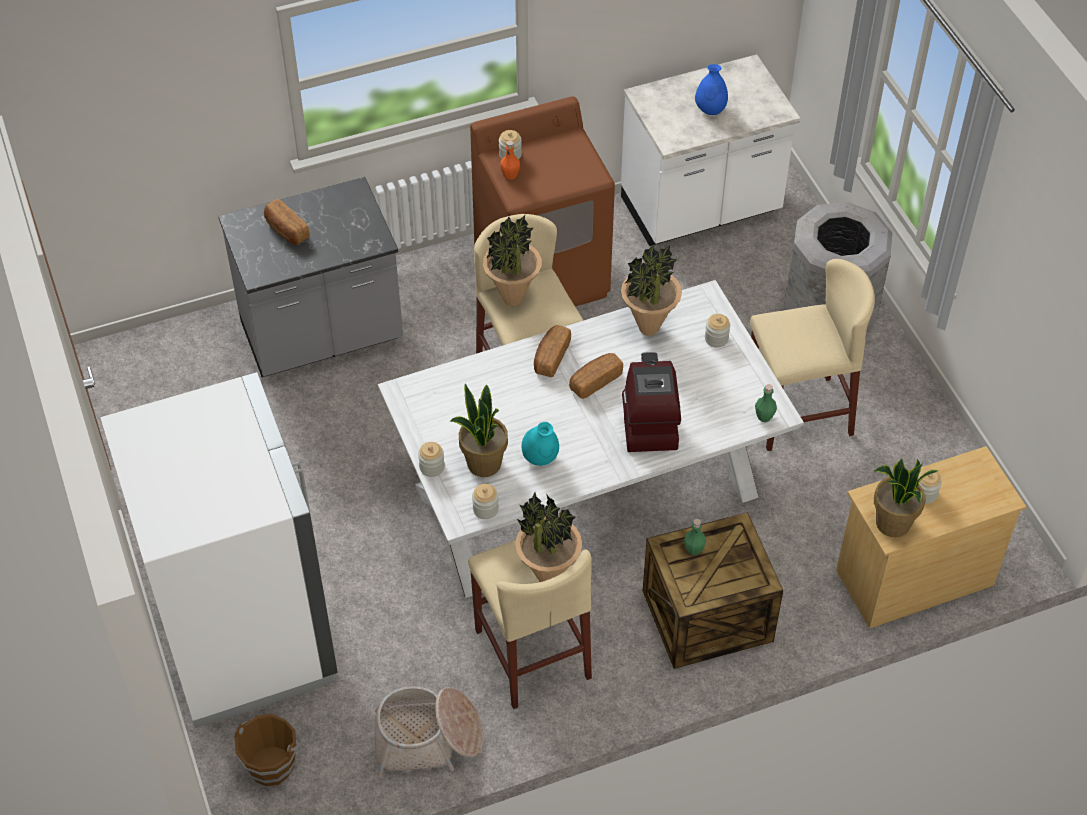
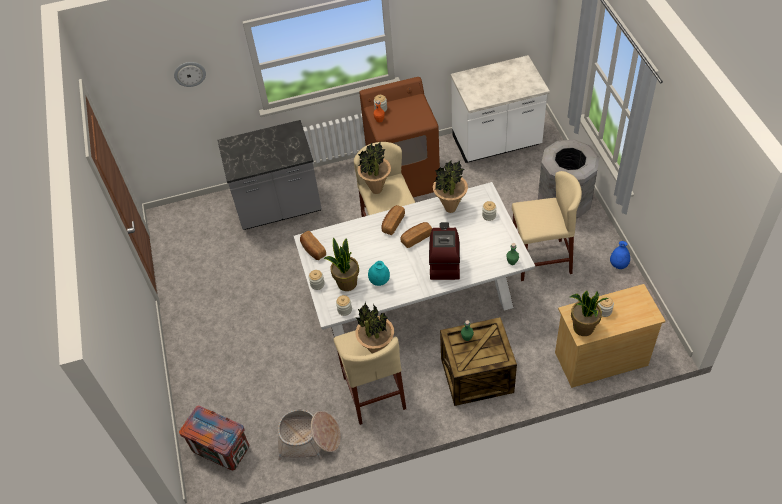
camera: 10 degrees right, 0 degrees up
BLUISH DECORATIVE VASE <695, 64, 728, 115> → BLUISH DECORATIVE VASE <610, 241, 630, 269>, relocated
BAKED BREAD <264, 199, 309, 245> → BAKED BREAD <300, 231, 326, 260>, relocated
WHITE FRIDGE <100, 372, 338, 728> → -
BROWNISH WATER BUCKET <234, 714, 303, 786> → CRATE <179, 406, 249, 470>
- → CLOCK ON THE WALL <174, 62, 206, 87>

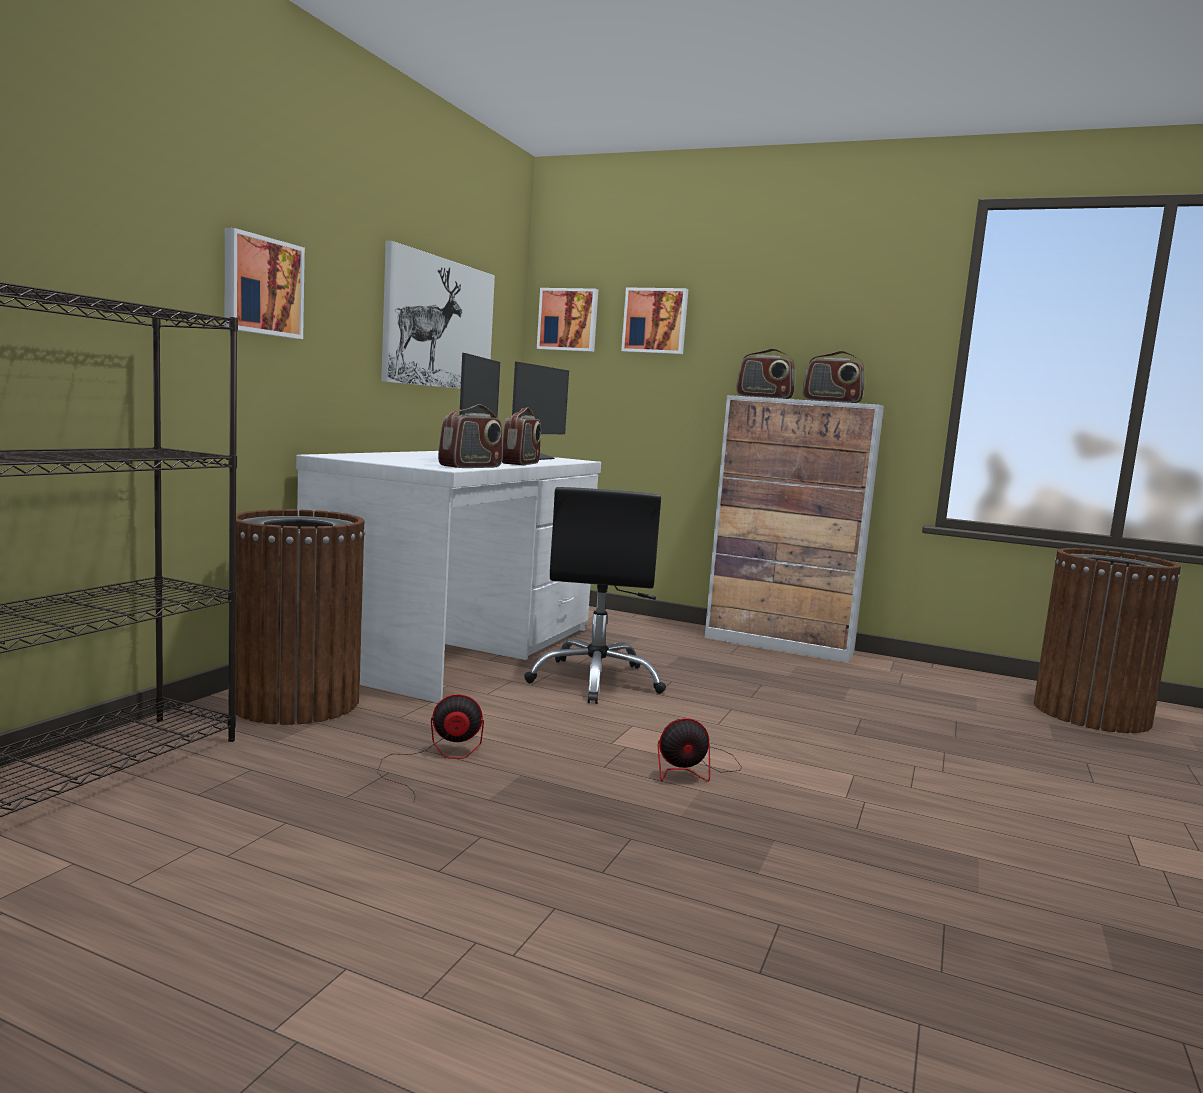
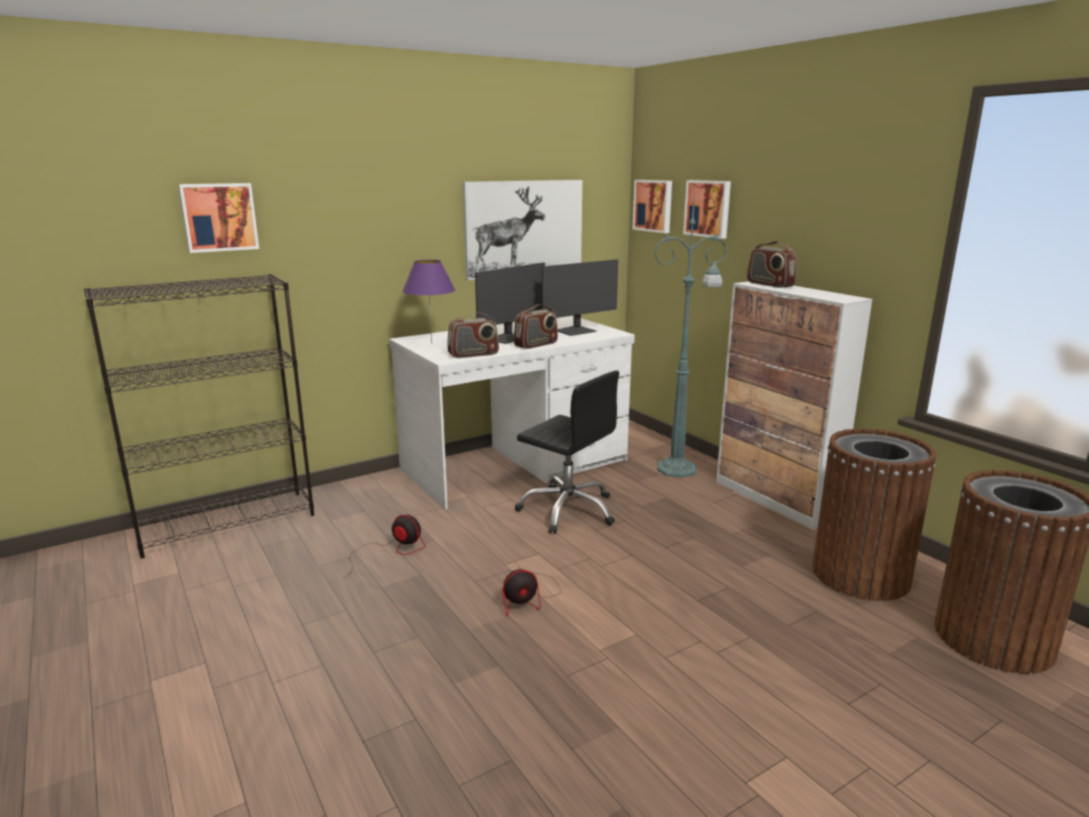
camera: 35 degrees right, 10 degrees up
WALL PICTURE <225, 228, 305, 339> → WALL PICTURE <178, 183, 259, 253>, relocated
RADIO <803, 351, 864, 403> → -
BLACKISH COMPUTER CHAIR <524, 487, 666, 704> → BLACKISH COMPUTER CHAIR <515, 370, 619, 534>, 90 degrees counterclockwise
BROWNISH RUBBISH BIN <235, 509, 365, 725> → BROWNISH RUBBISH BIN <812, 428, 937, 601>, relocated
FAN <658, 718, 742, 782> → FAN <502, 565, 561, 616>, 45 degrees counterclockwise
- → GREENISH STANDING LAMP <654, 191, 727, 477>
- → PURPLISH LAMP FOR A TABLE <402, 260, 455, 344>

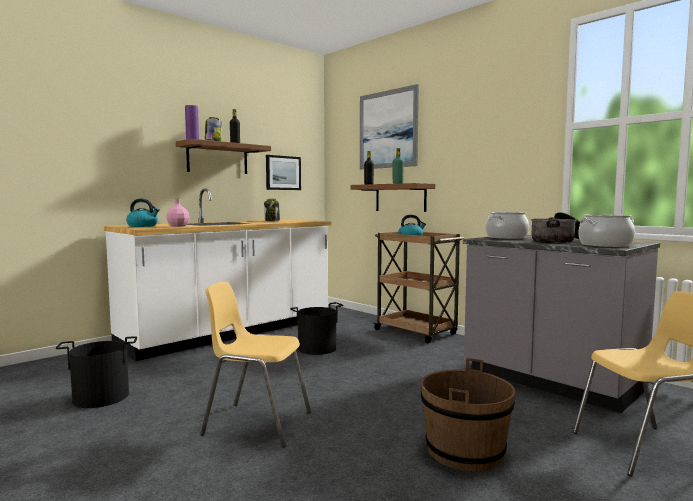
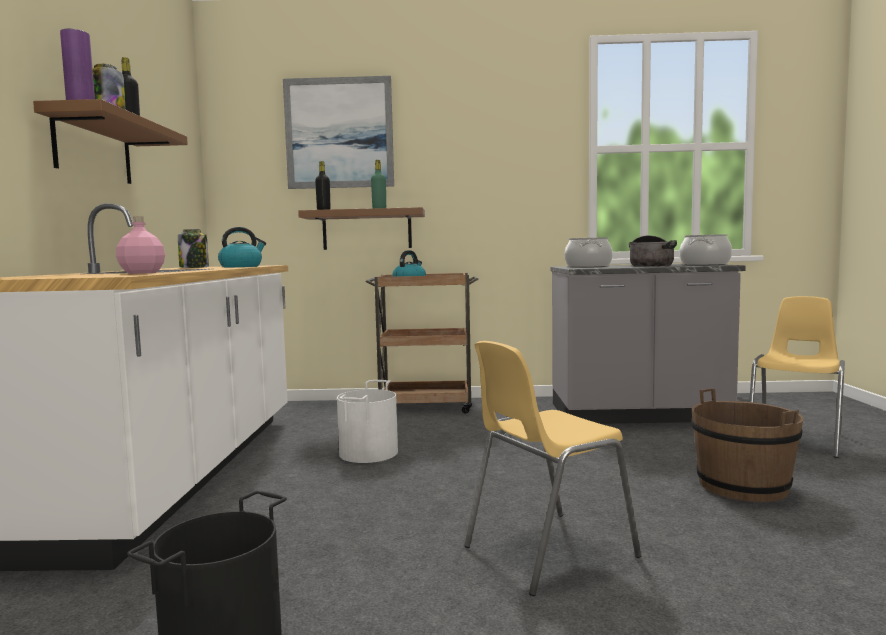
camera: 45 degrees left, 0 degrees up
WALL PICTURE <266, 155, 301, 190> → -
KETTLE <126, 199, 160, 227> → KETTLE <218, 227, 266, 268>, relocated
BLACKISH WATER BUCKET <290, 302, 343, 355> → WHITE WATER BUCKET <337, 380, 398, 463>

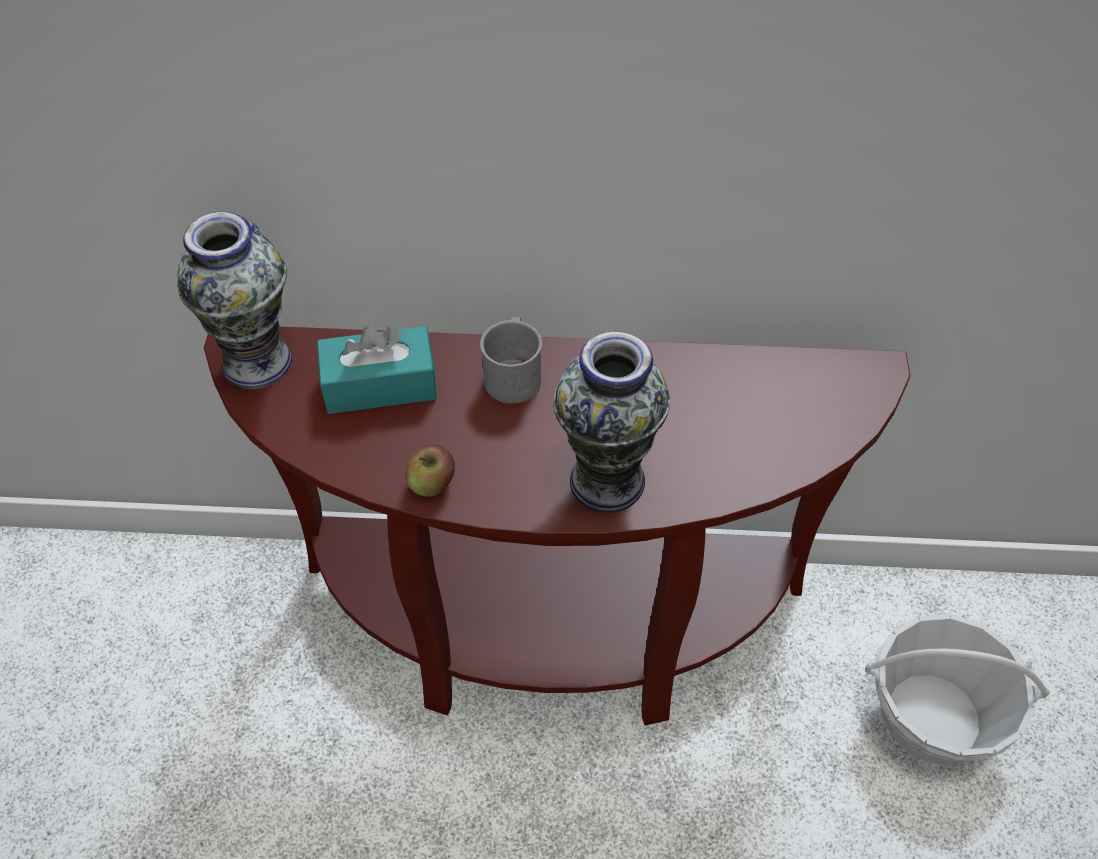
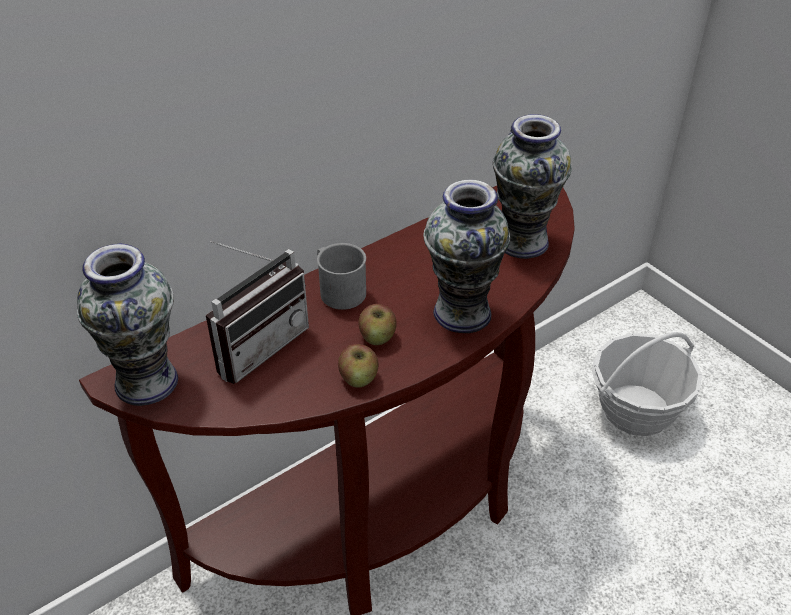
camera: 40 degrees left, 10 degrees down
TURQUOISE-COLOURED BOX OF TISSUES <317, 325, 437, 414> → RADIO <206, 241, 309, 384>
- → DECORATIVE VASE <493, 114, 572, 259>
- → APPLE <358, 304, 397, 345>

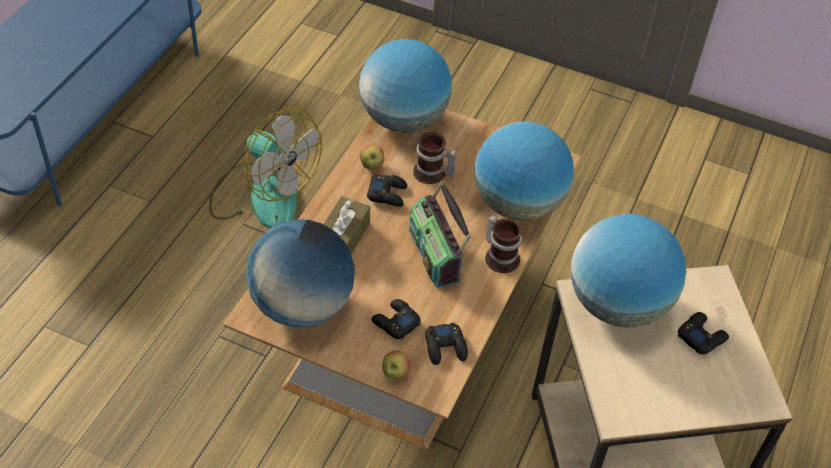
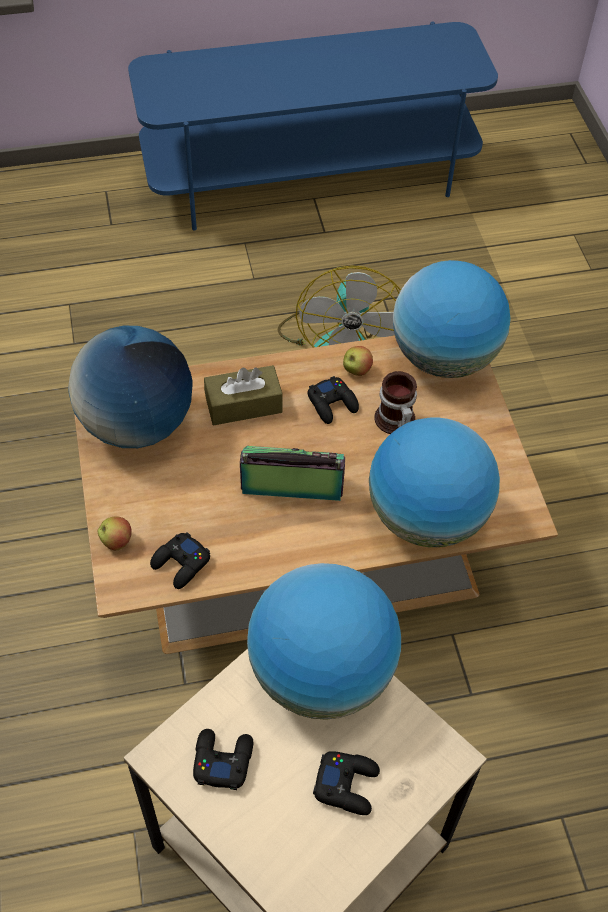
camera: 55 degrees right, 5 degrees up
RADIO <409, 181, 471, 288> → RADIO <240, 446, 345, 501>, 60 degrees clockwise
COFFEE MUG <485, 215, 522, 273> → -
BLACKISH JOYPAD <371, 299, 421, 339> → BLACKISH JOYPAD <193, 729, 253, 790>, relocated

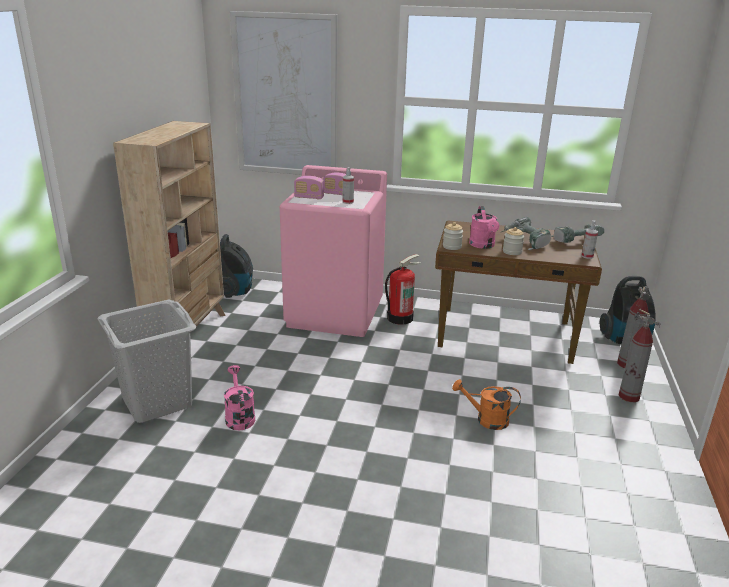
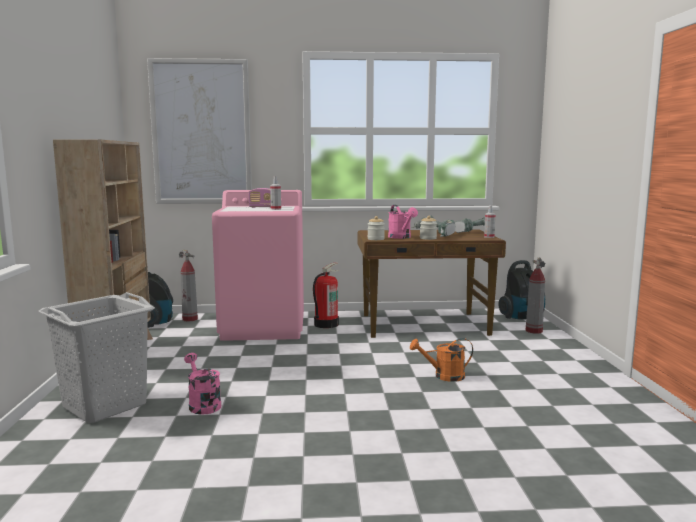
camera: 15 degrees left, 15 degrees down
RADIO <294, 176, 324, 199> → -
EXTINGUISHER <618, 309, 661, 402> → EXTINGUISHER <179, 249, 198, 322>, relocated

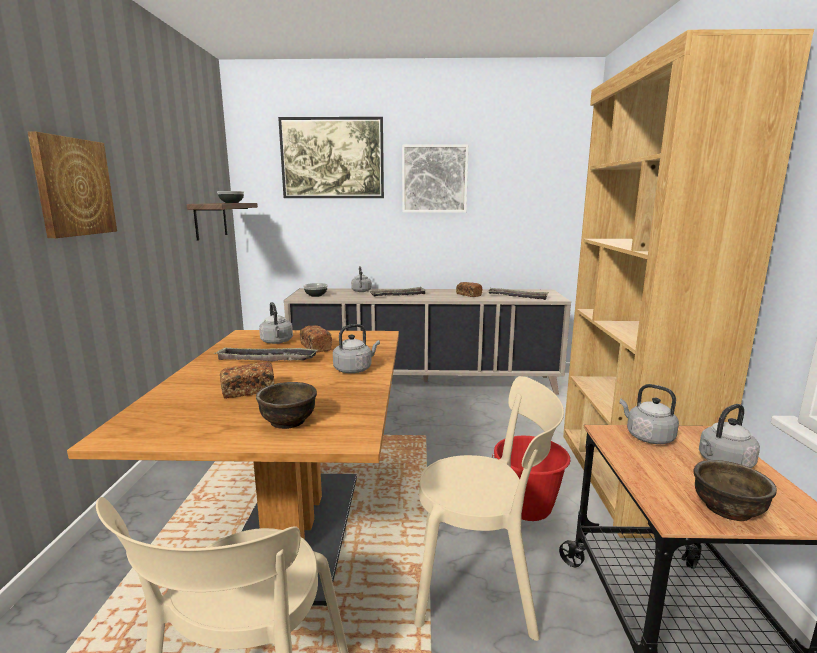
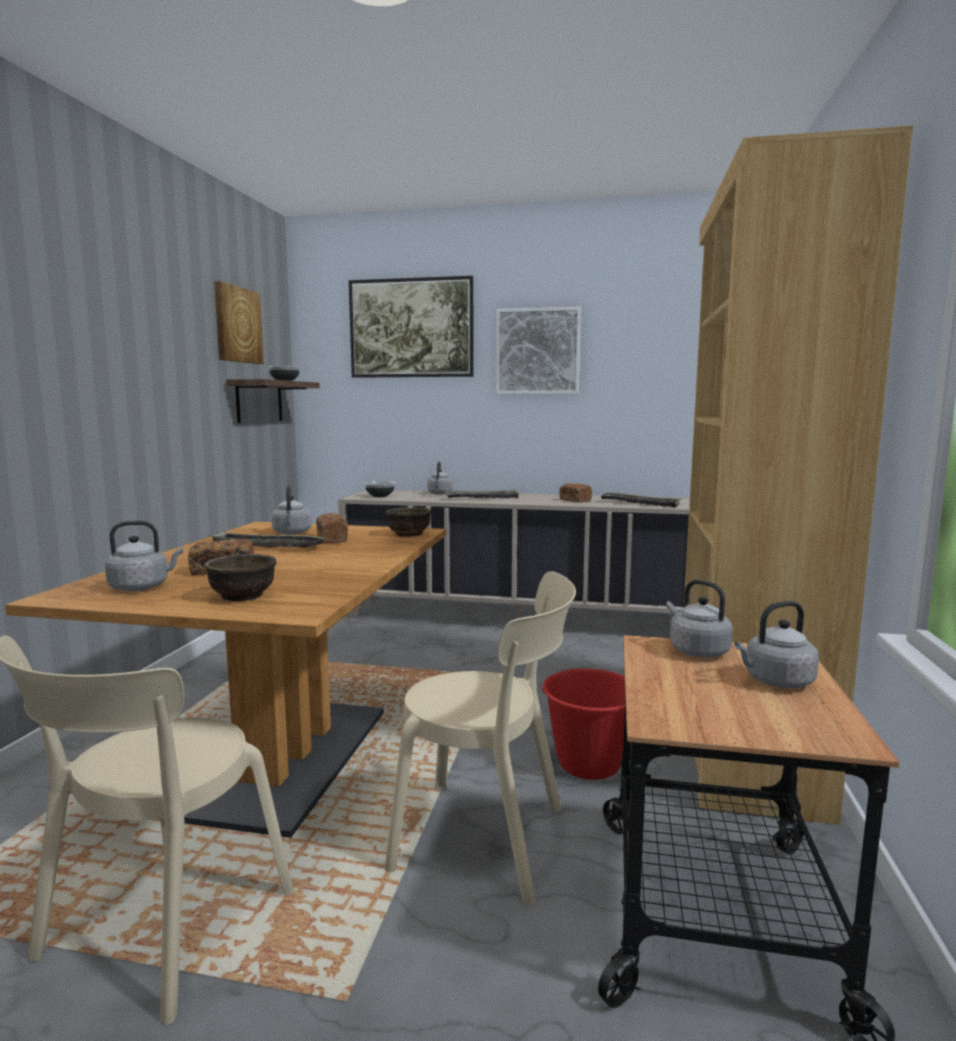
camera: 10 degrees right, 5 degrees down
WALL PICTURE <28, 132, 117, 238> → WALL PICTURE <214, 281, 264, 364>, relocated
GREYISH KETTLE <333, 324, 380, 373> → GREYISH KETTLE <105, 521, 183, 591>, relocated
BROWNISH SERVING BOWL <693, 460, 777, 521> → BROWNISH SERVING BOWL <385, 507, 431, 537>, relocated

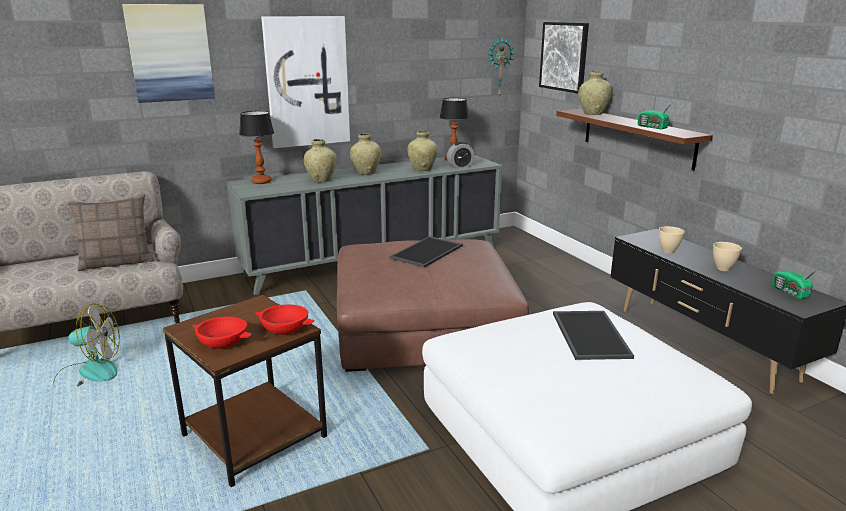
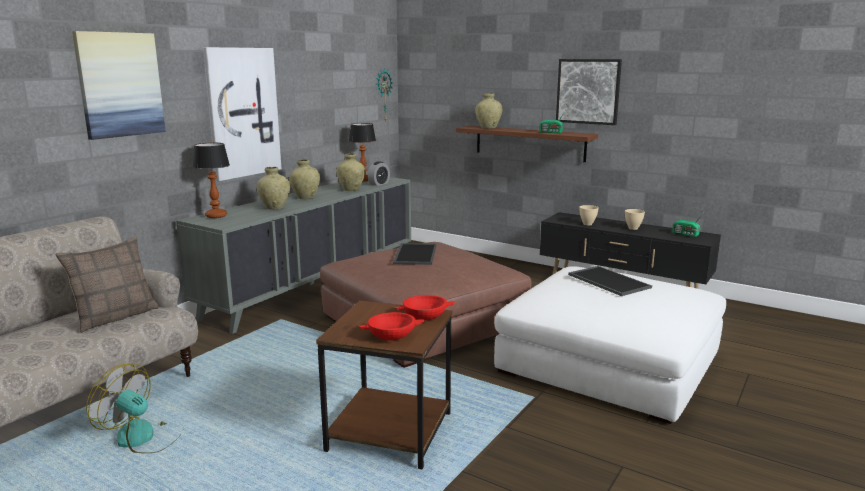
camera: 30 degrees left, 5 degrees down
WALL PICTURE <539, 22, 589, 94> → WALL PICTURE <556, 59, 622, 125>, relocated
FAN <54, 303, 120, 389> → FAN <86, 363, 184, 453>, 120 degrees counterclockwise

